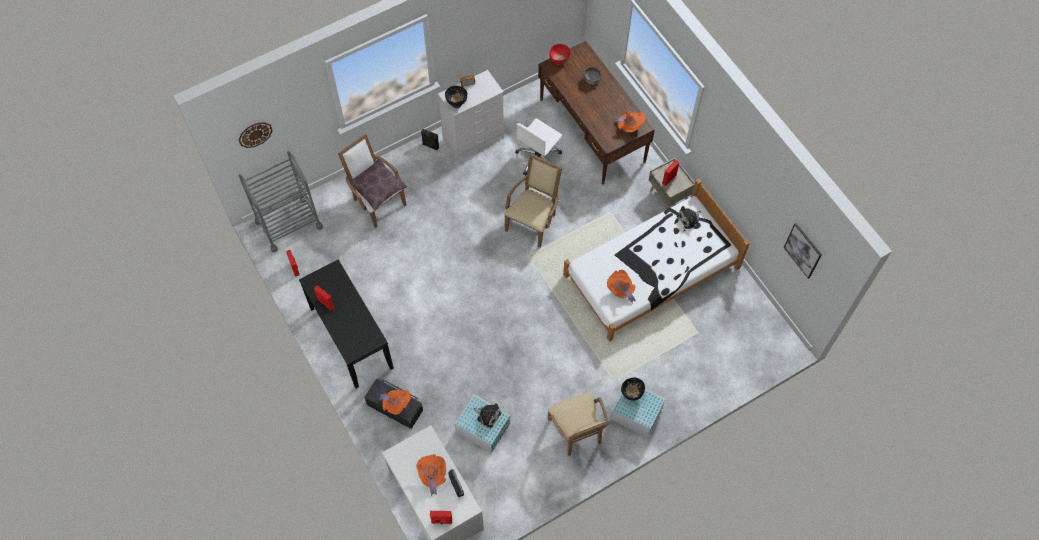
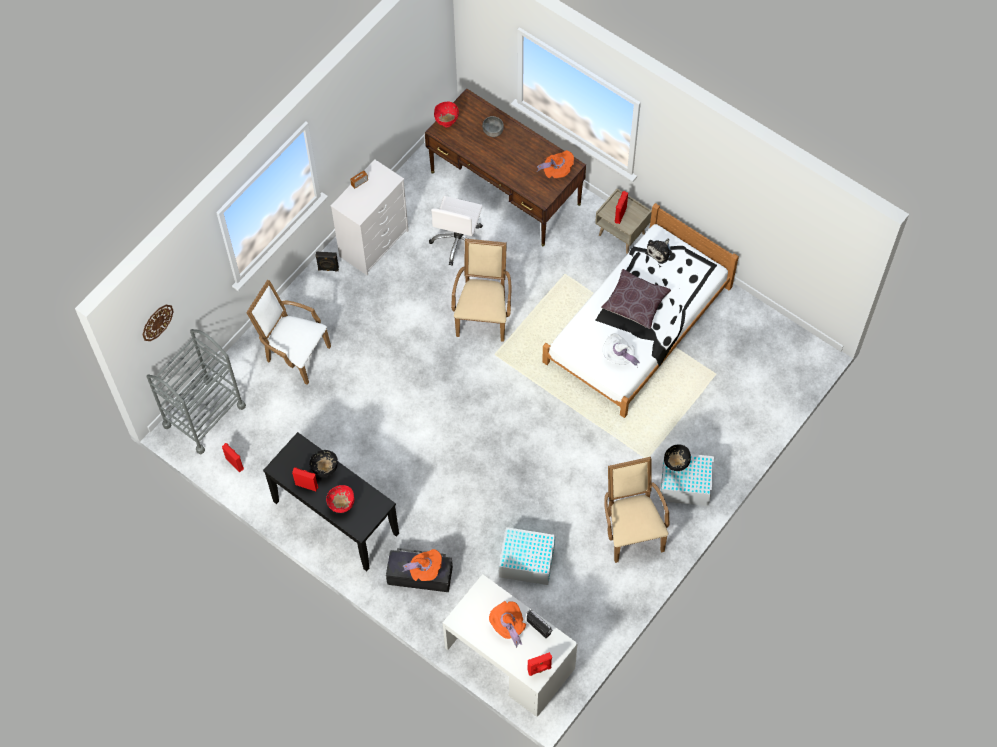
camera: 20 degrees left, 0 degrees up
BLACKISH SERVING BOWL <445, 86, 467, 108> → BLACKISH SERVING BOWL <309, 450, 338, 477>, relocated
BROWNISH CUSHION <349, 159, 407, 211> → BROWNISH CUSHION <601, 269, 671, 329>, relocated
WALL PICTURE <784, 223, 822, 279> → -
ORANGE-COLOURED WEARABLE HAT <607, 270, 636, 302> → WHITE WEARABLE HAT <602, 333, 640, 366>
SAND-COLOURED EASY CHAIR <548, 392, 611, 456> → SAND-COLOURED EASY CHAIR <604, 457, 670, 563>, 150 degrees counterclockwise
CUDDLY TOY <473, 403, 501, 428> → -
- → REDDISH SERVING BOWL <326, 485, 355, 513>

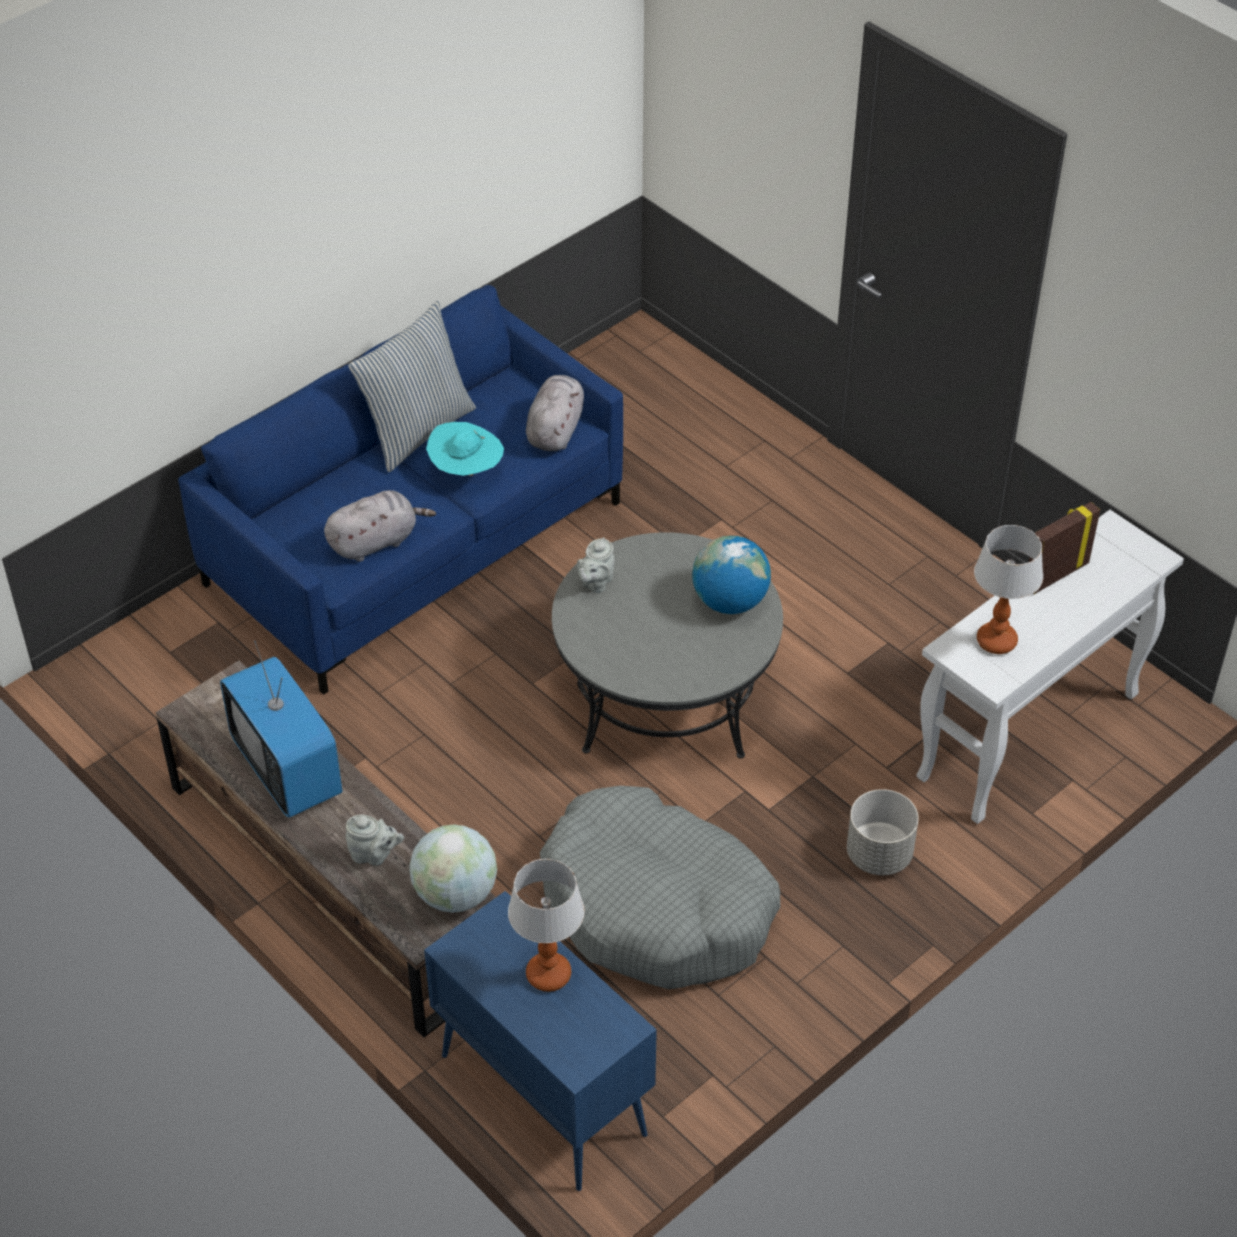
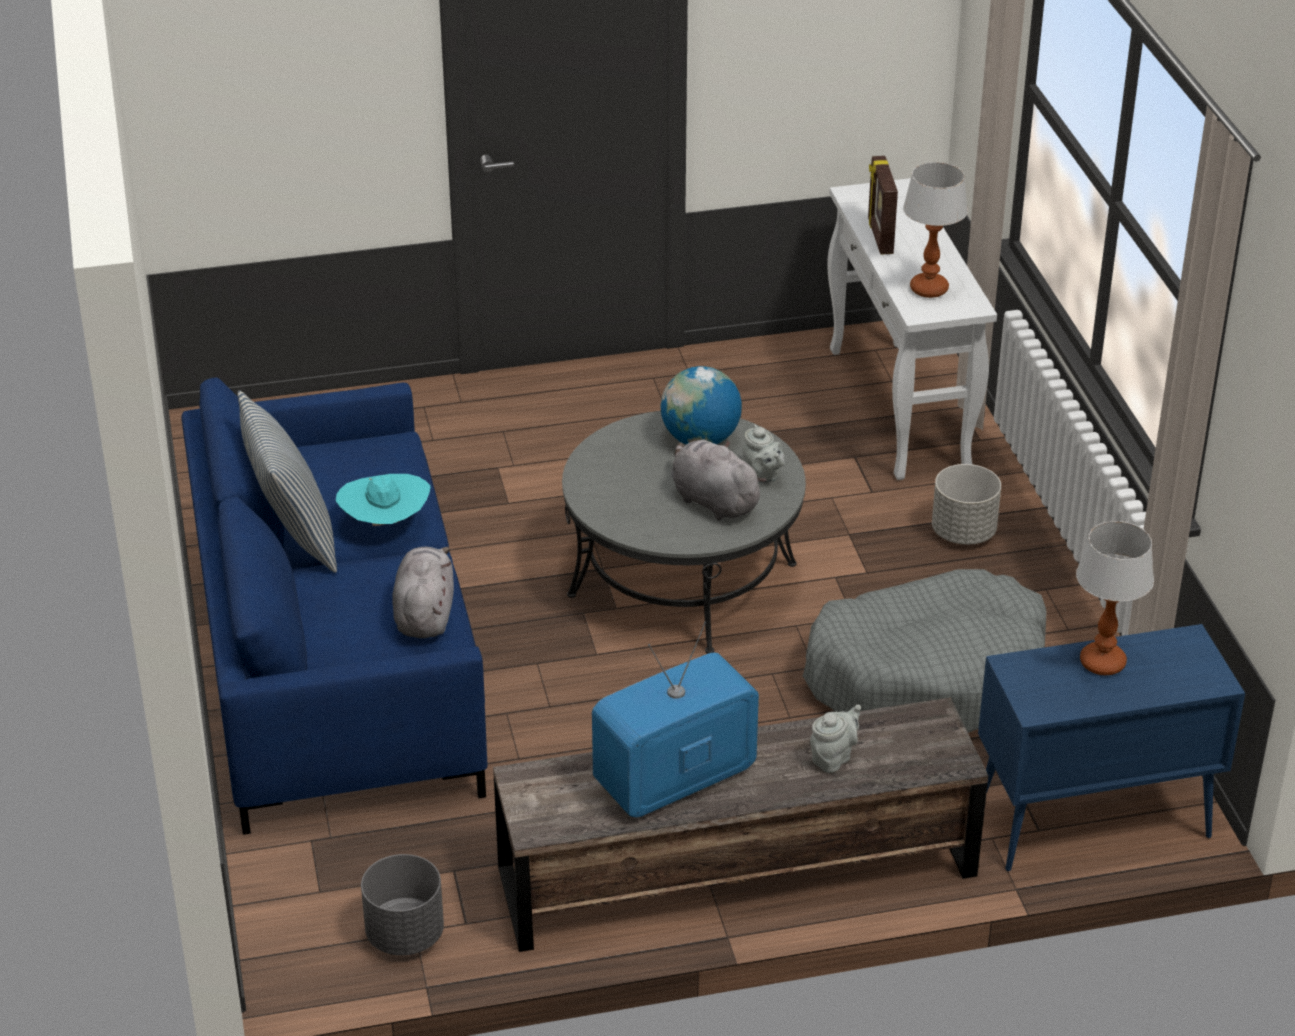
camera: 60 degrees left, 10 degrees down
GREYISH CUDDLY TOY <526, 375, 584, 451> → GREYISH CUDDLY TOY <671, 440, 767, 521>, relocated
GREYISH TEA POT <577, 537, 615, 593> → GREYISH TEA POT <742, 424, 785, 484>, relocated
TV SET <220, 641, 342, 818> → TV SET <592, 621, 759, 817>, 150 degrees clockwise
GLOBE <409, 824, 497, 913> → -
- → GREYISH PLANT POT <361, 854, 444, 956>

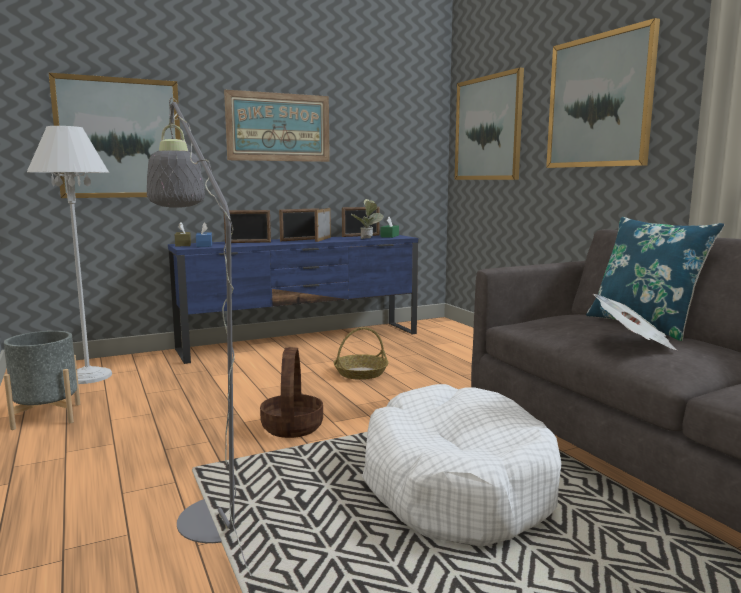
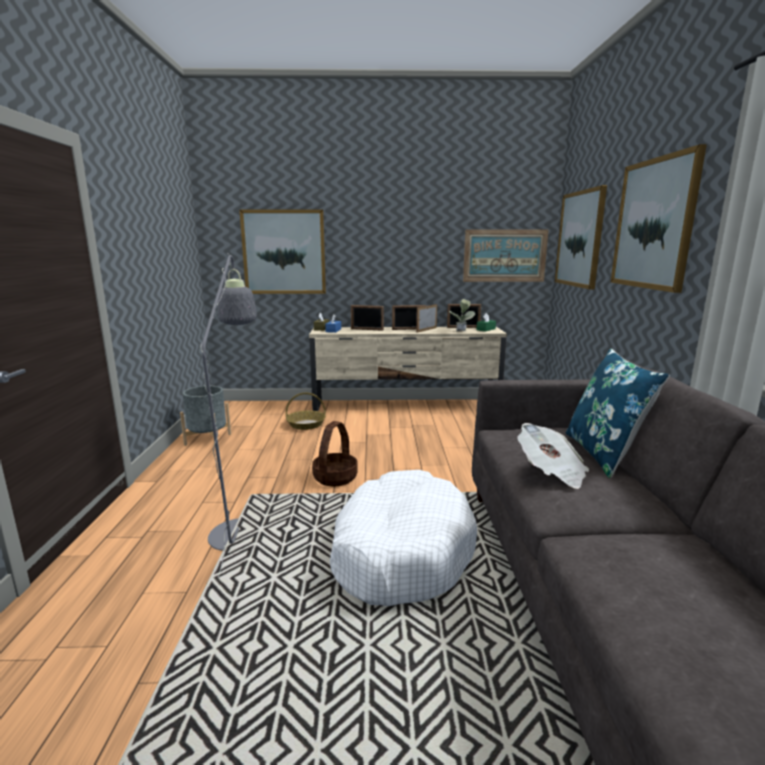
camera: 25 degrees right, 5 degrees up
WALL PICTURE <224, 90, 330, 162> → WALL PICTURE <463, 230, 549, 282>, relocated
WHITE STANDING LAMP <27, 126, 112, 384> → -
BLUISH TV STAND <168, 235, 419, 364> → SAND-COLOURED TV STAND <309, 327, 507, 411>
STORAGE BASKET <333, 327, 388, 380> → STORAGE BASKET <286, 392, 326, 430>, relocated

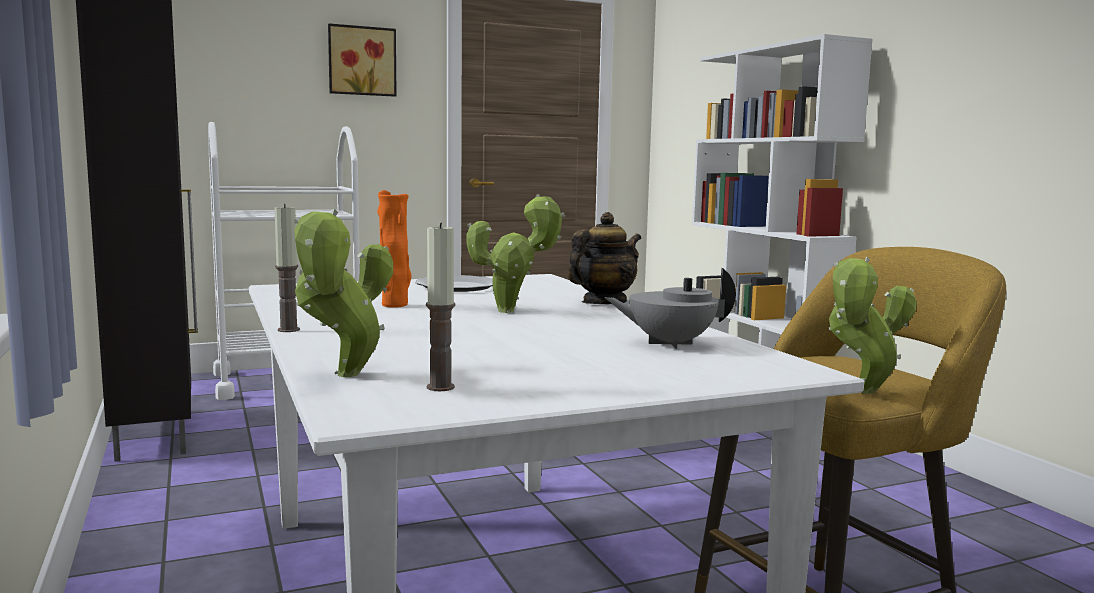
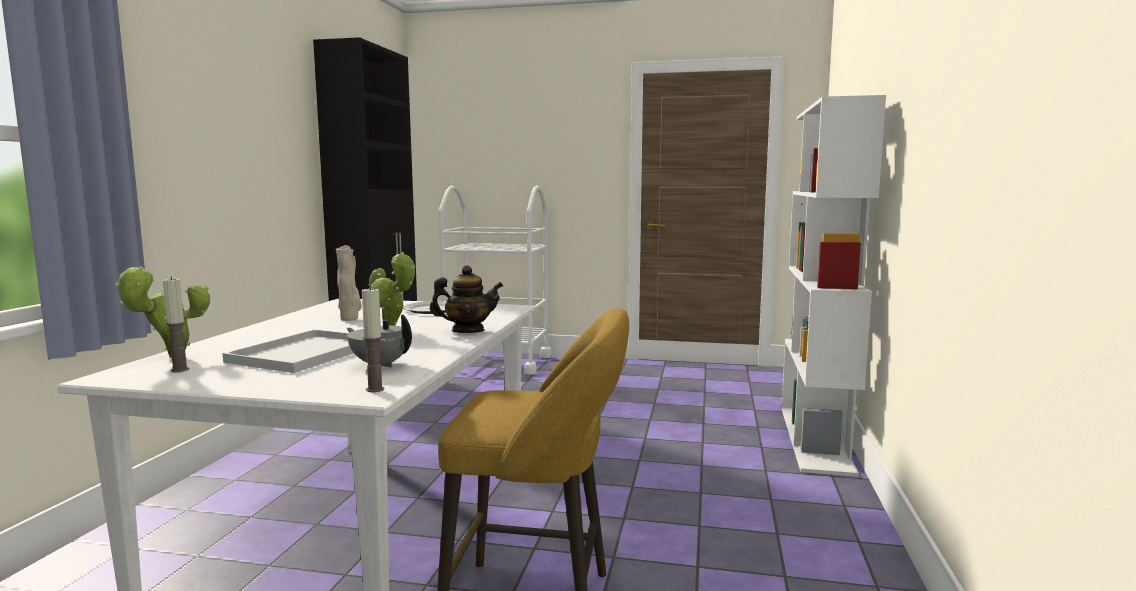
camera: 35 degrees right, 0 degrees up
WALL PICTURE <328, 23, 397, 97> → -
ORANGE-COLOURED DECORATIVE VASE <377, 190, 411, 308> → SAND-COLOURED DECORATIVE VASE <336, 245, 362, 321>
WAX CANDLE <274, 204, 300, 332> → WAX CANDLE <362, 287, 384, 392>, relocated
PLANT IN A POT <829, 257, 917, 394> → -
- → WHITE CARRYING TRAY <222, 329, 354, 373>

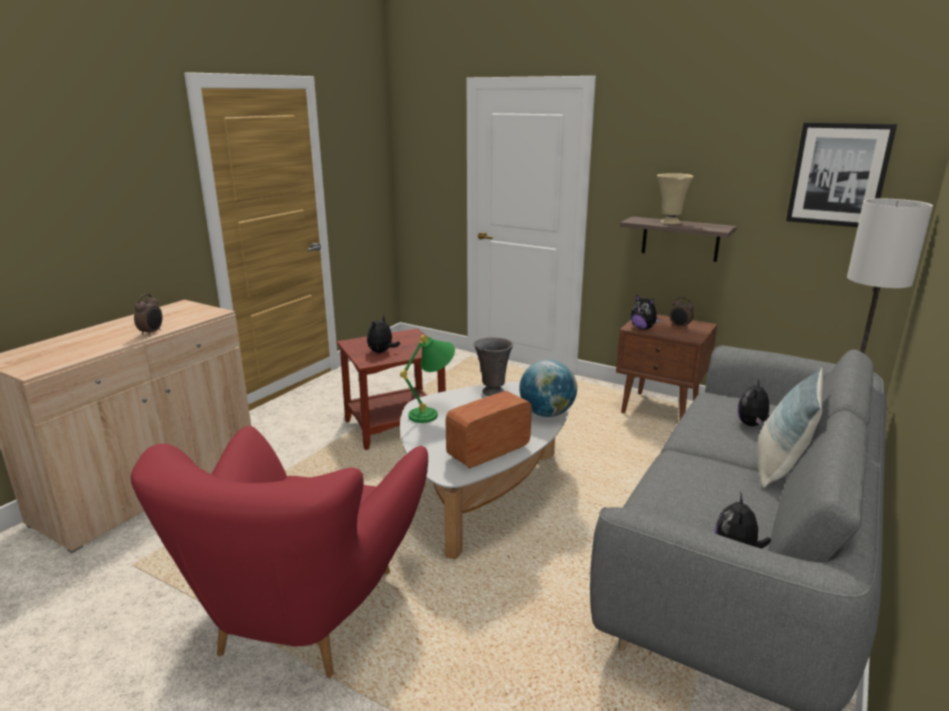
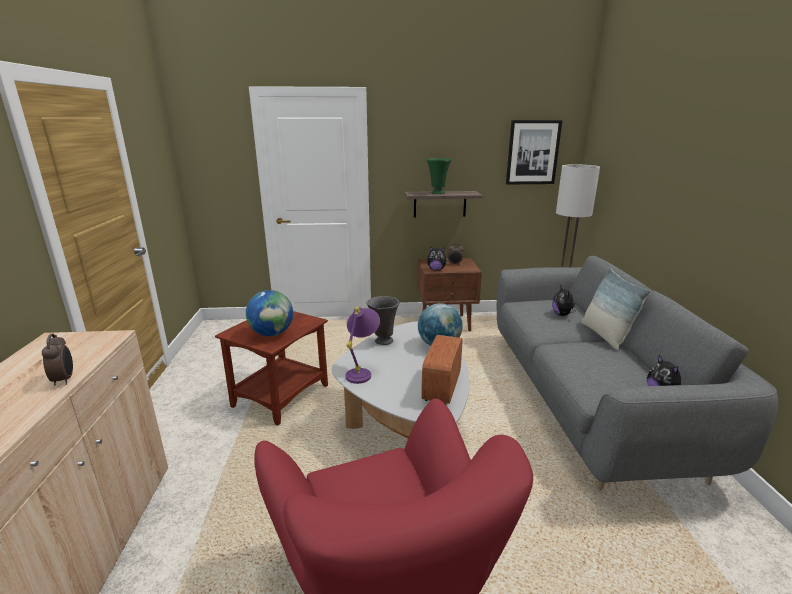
camera: 35 degrees left, 0 degrees up
SAND-COLOURED DECORATIVE VASE <657, 173, 693, 224> → GREENISH DECORATIVE VASE <427, 158, 451, 194>
CUDDLY TOY <367, 315, 400, 353> → GLOBE <246, 290, 293, 336>
GREENISH LAMP FOR A TABLE <400, 335, 455, 423> → PURPLISH LAMP FOR A TABLE <346, 306, 380, 384>

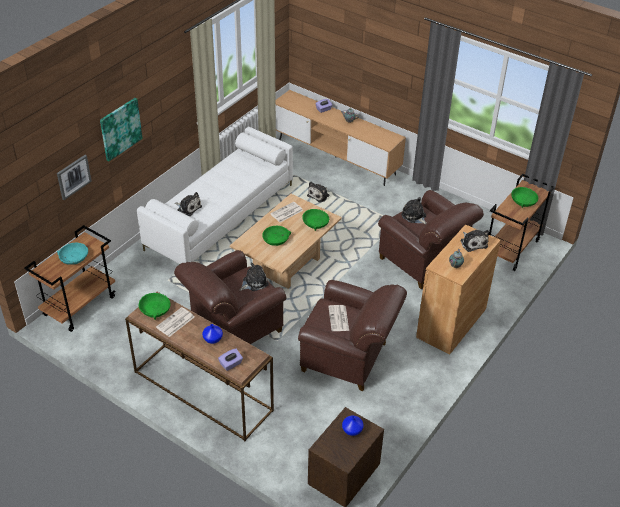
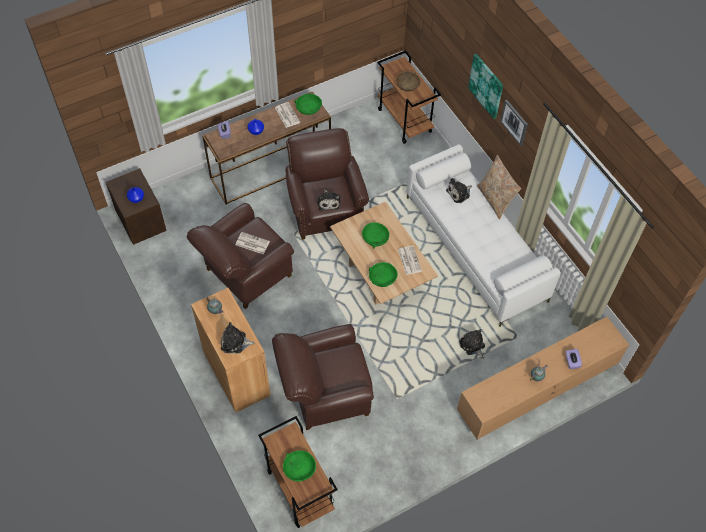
camera: 115 degrees right, 15 degrees up
WALL PICTURE <57, 155, 92, 200> → WALL PICTURE <500, 100, 528, 146>, relocated
CUDDLY TOY <401, 197, 427, 224> → -
TURQUOISE-COLOURED SERVING BOWL <57, 243, 88, 265> → BROWNISH SERVING BOWL <396, 71, 421, 91>
- → SAND-COLOURED CUSHION <477, 155, 521, 220>

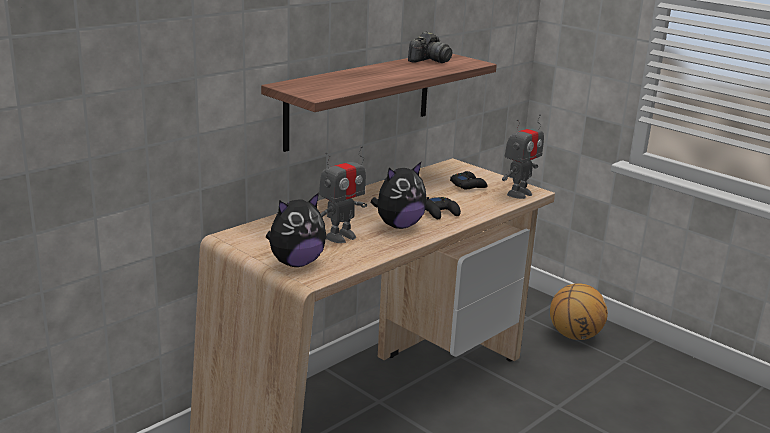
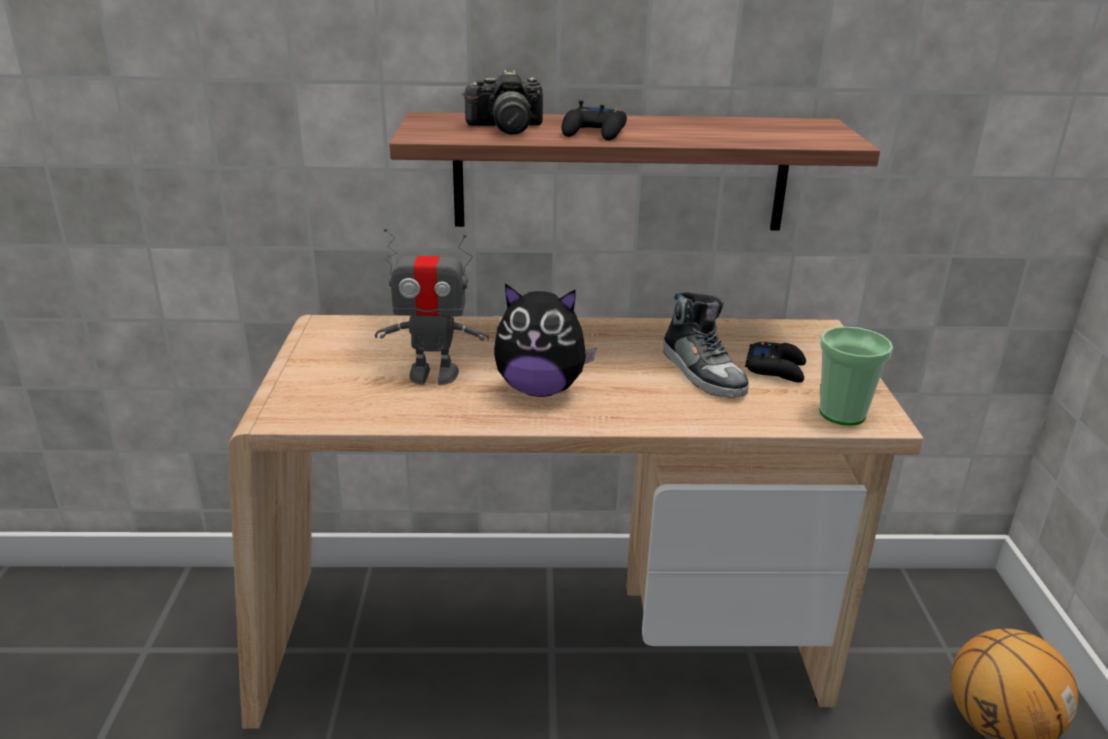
camera: 45 degrees right, 5 degrees up
STILL CAMERA <408, 31, 452, 63> → STILL CAMERA <462, 70, 543, 135>, relocated
ROBOT FIGURE <502, 114, 544, 199> → SMALL CUP <819, 327, 893, 426>
CUDDLY TOY <266, 193, 327, 267> → -
BLACKISH JOYPAD <425, 197, 461, 219> → BLACKISH JOYPAD <562, 100, 627, 141>, relocated
- → ITEM OF FOOTWEAR <663, 292, 749, 398>

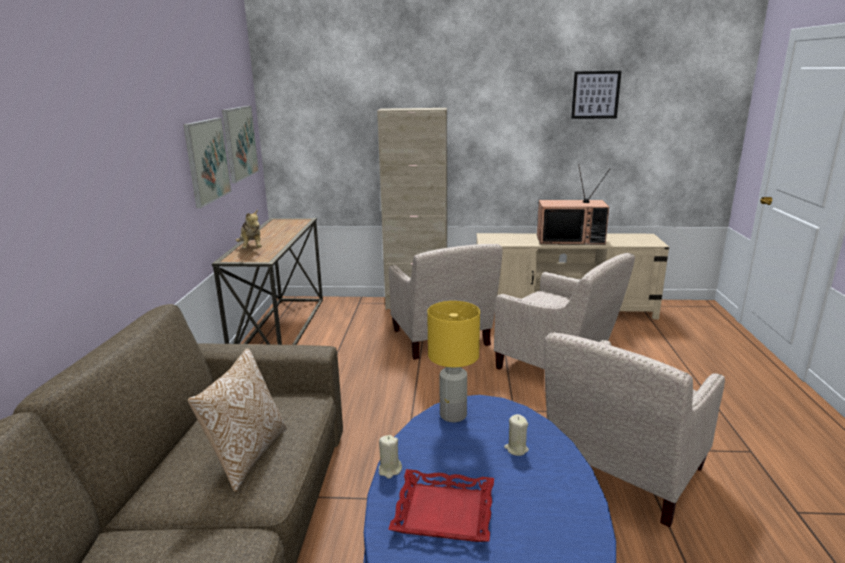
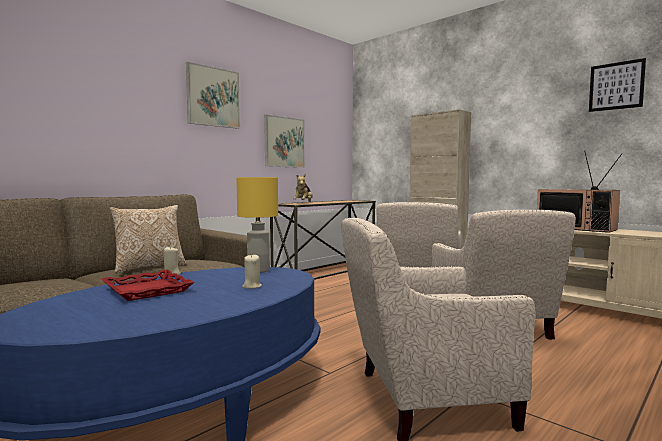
camera: 40 degrees right, 15 degrees down
WALL PICTURE <222, 106, 259, 183> → WALL PICTURE <186, 62, 240, 129>, relocated

